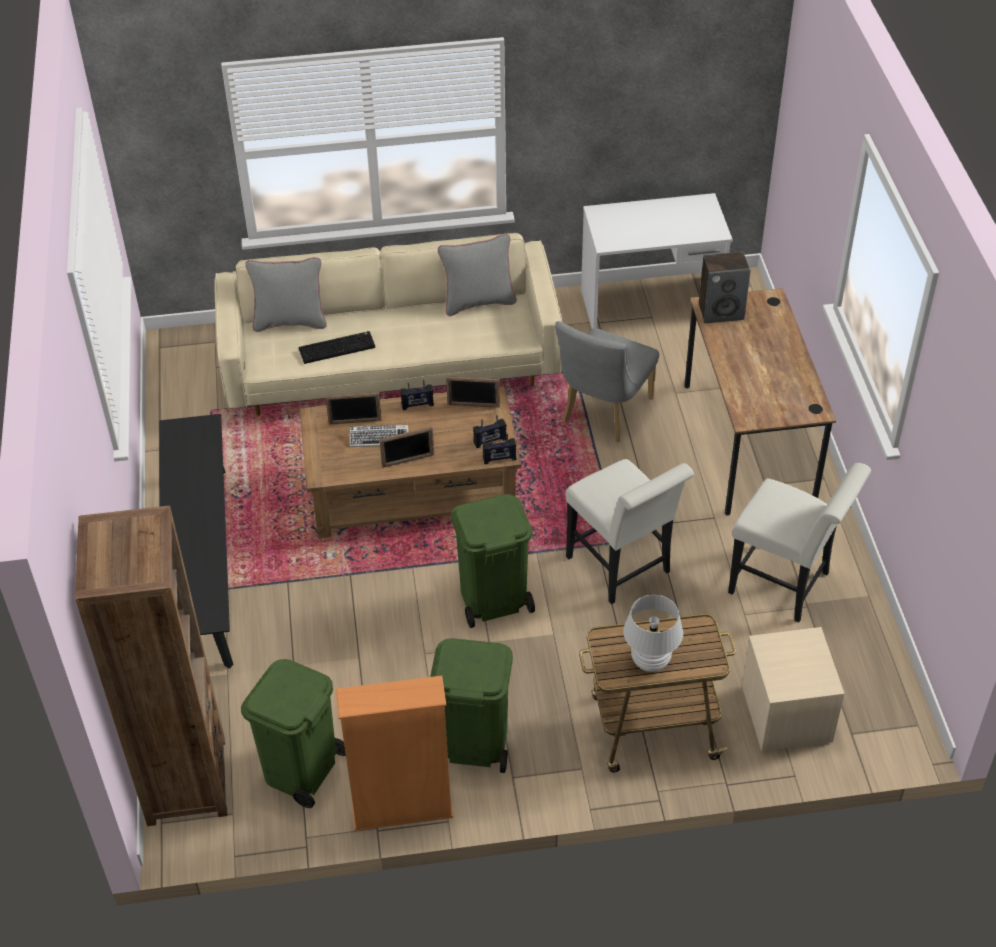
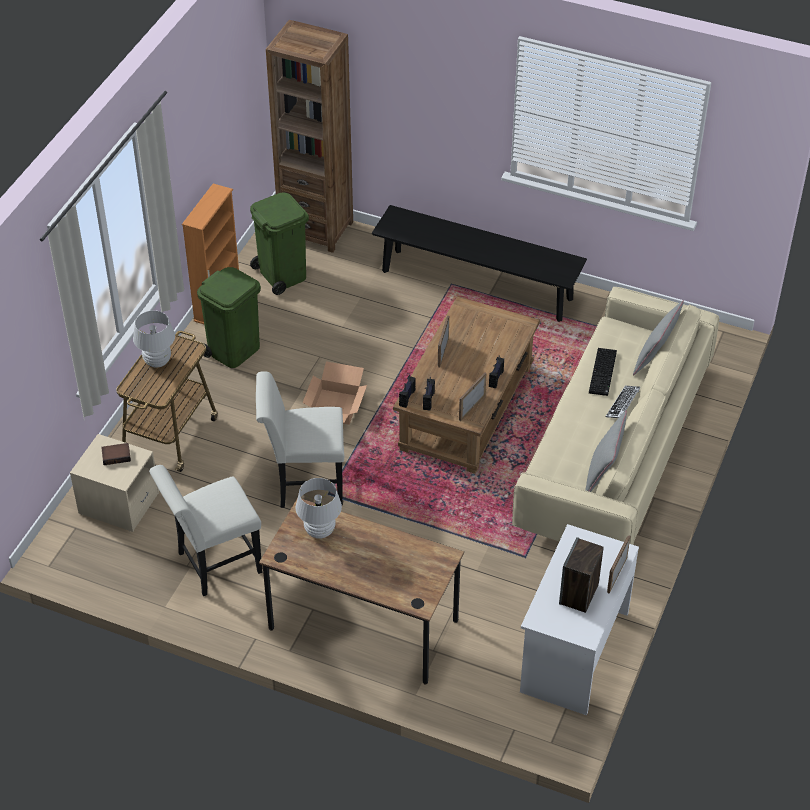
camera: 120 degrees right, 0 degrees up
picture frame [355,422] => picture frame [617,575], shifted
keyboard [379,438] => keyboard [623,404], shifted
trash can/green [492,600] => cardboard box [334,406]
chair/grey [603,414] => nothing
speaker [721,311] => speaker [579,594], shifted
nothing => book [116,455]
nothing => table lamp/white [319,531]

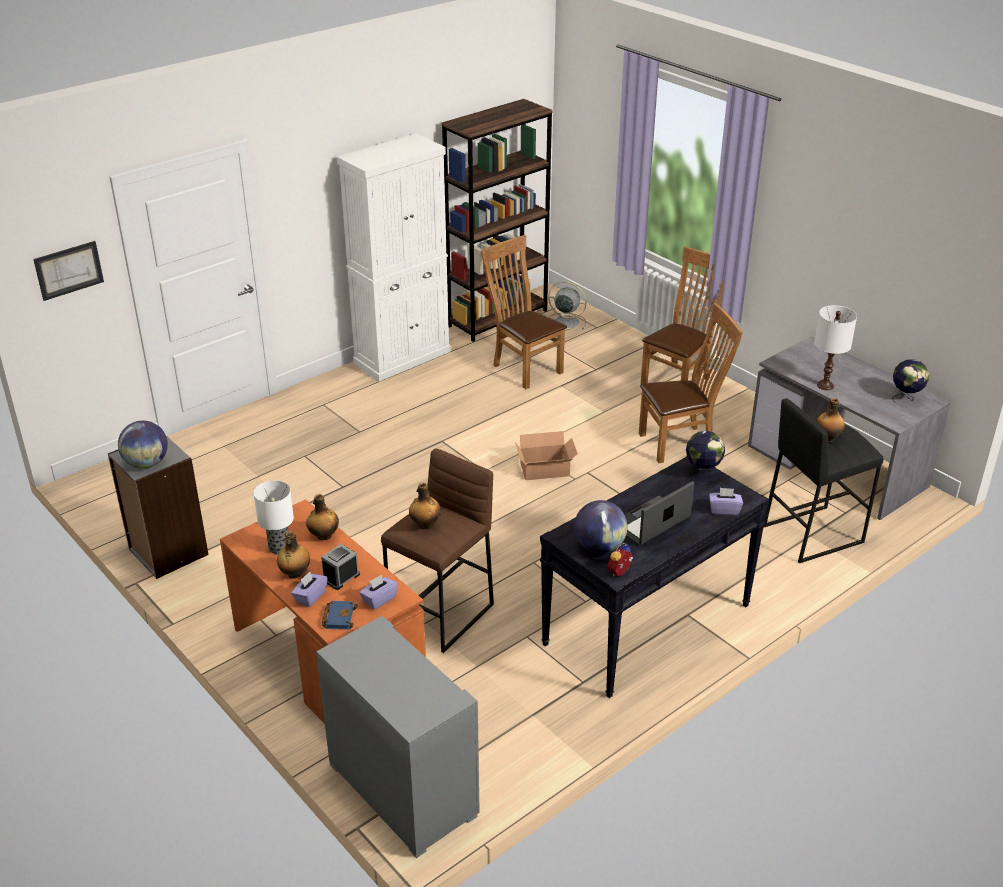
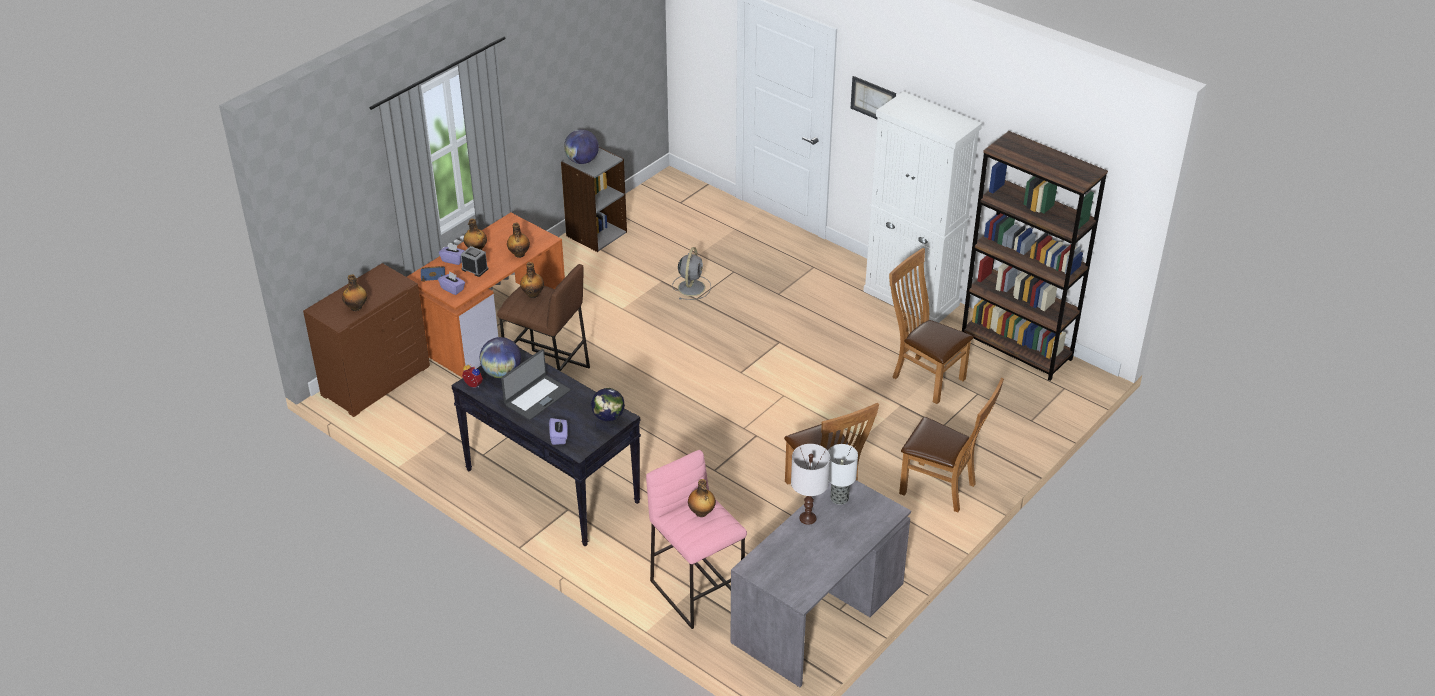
camera: 80 degrees right, 5 degrees up
picture [69,270] => picture [873,100], shifted
table lamp [280,548] => table lamp [839,498], shifted
dresser/grey [401,790] => dresser/brown [375,380]
chair/brown [524,368] => chair/brown [924,377], 90 degrees counterclockwise
cardboard box [546,470] => nothing
fan/grey [565,322] => fan/grey [691,287], shifted
laptop [650,522] => laptop [536,397], 90 degrees clockwise
stool/black [812,533] => stool/pink [697,591]
globe [905,398] => nothing
nothing => bottle [356,307]

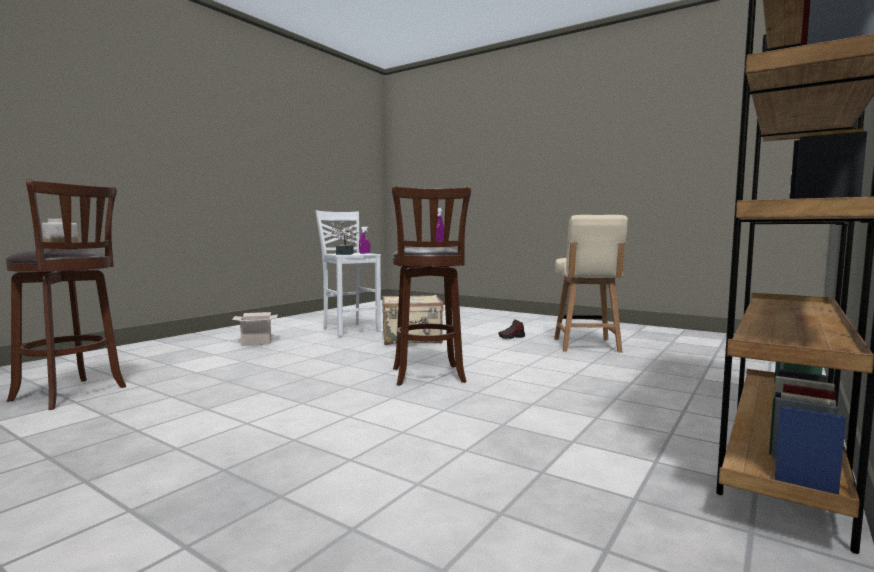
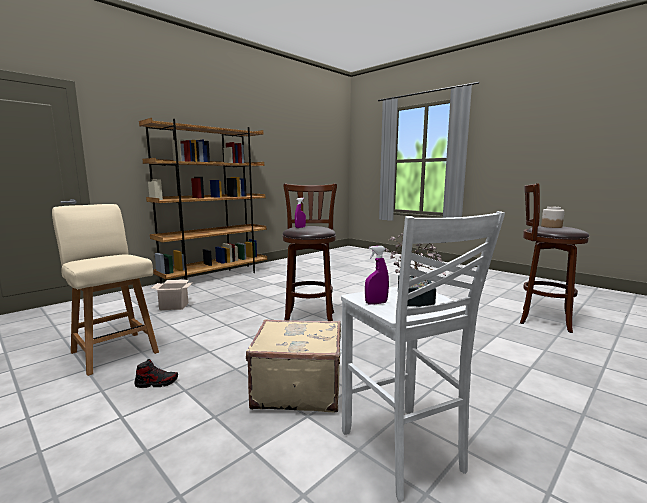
camera: 170 degrees left, 5 degrees up
cardboard box [255,342] => cardboard box [175,306], shifted
chair/beige [586,345] => chair/beige [114,351], 60 degrees counterclockwise

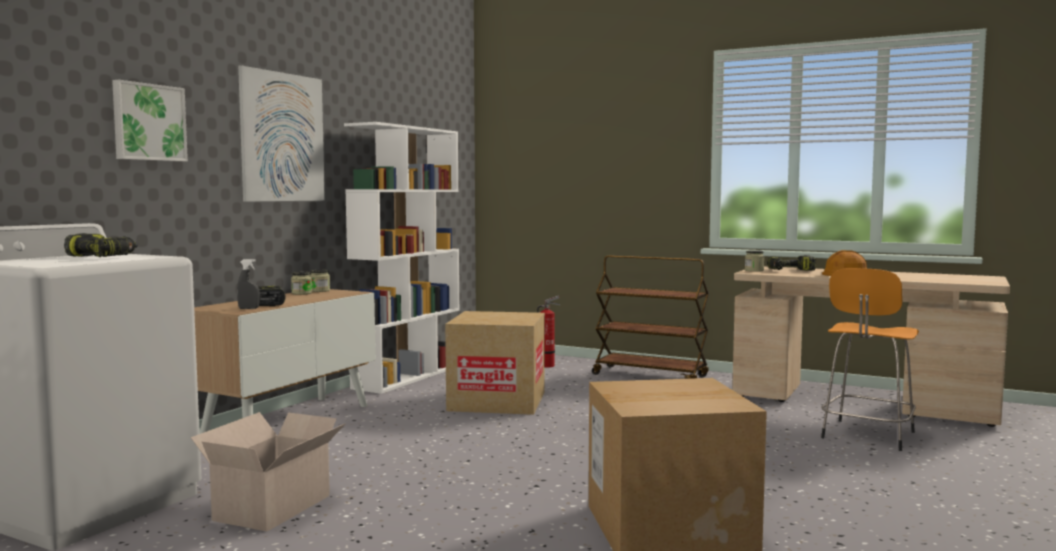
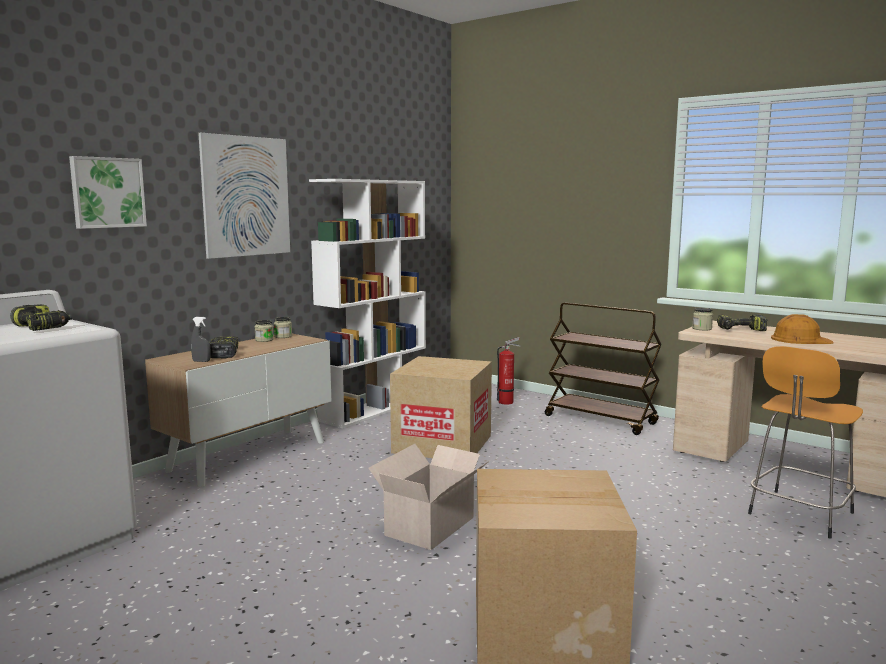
camera: 10 degrees right, 5 degrees up
cardboard box [276,506] => cardboard box [432,525], shifted

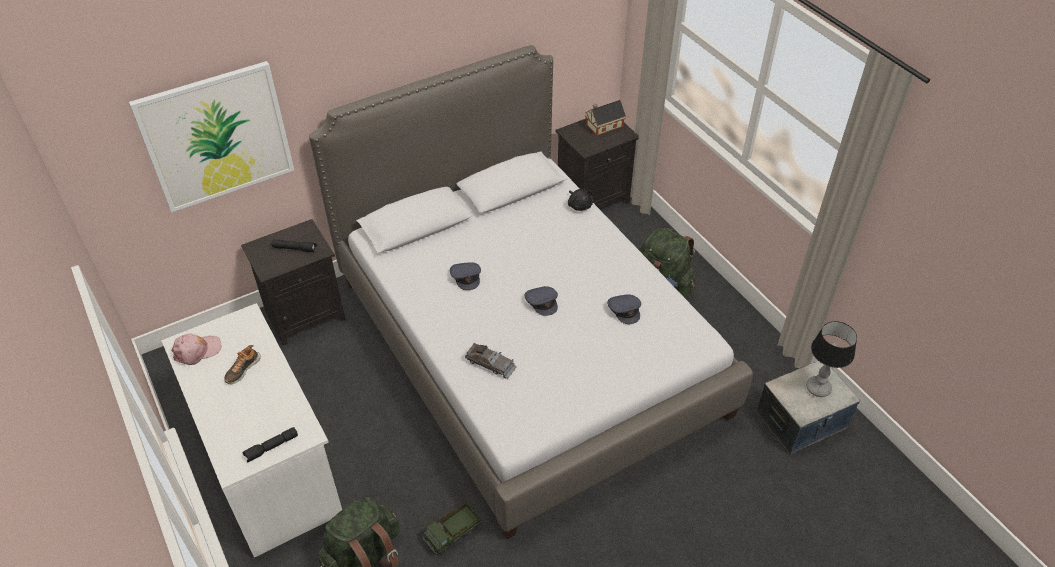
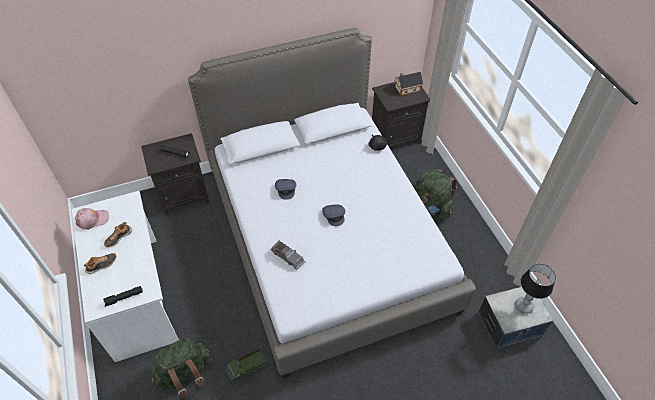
camera: 10 degrees right, 5 degrees up
picture [217,136] => nothing
cap/grey [624,310] => nothing
nothing => shoe [102,265]

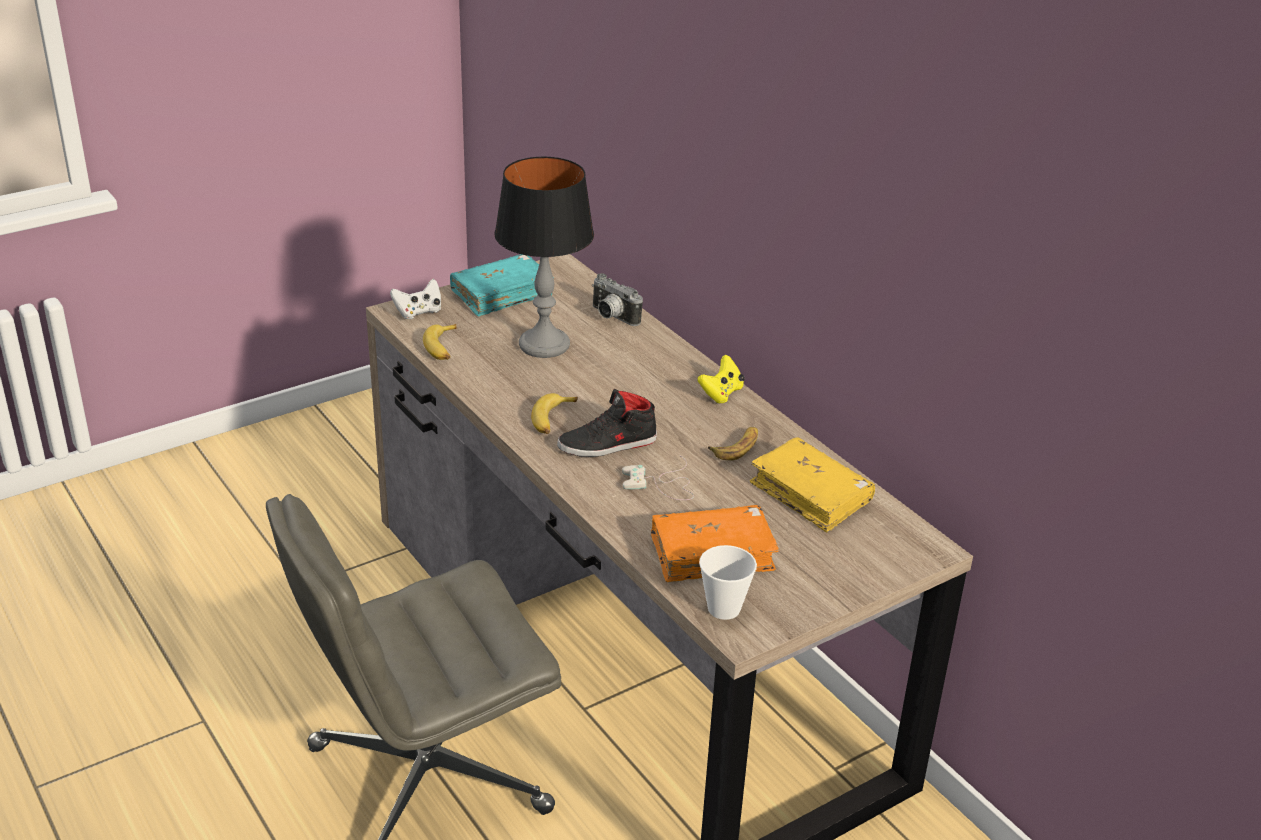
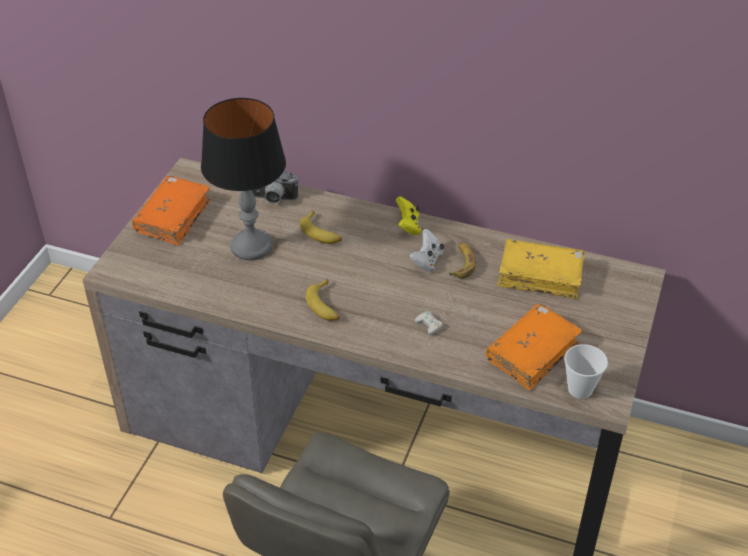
camera: 35 degrees left, 10 degrees up
game controller/white [418,312] => game controller/white [427,261], shifted
banana [443,348] => banana [321,233], shifted
book/turquoise [501,294] => book/orange [173,218]
shoe/black [607,444] => nothing

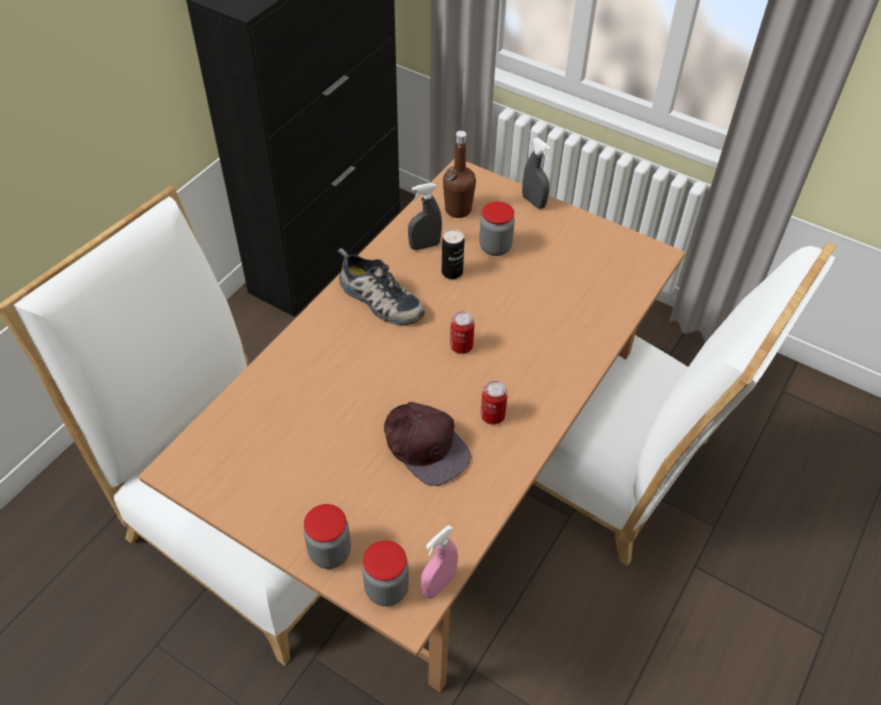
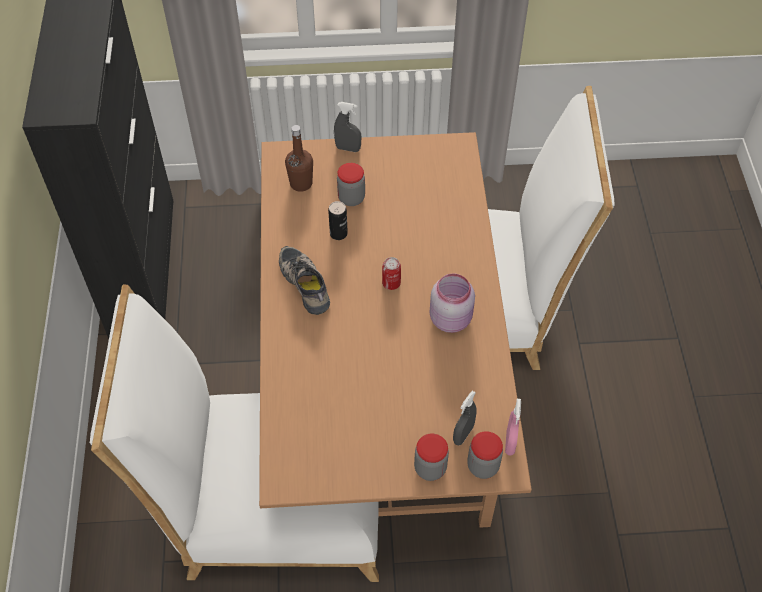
camera: 35 degrees left, 5 degrees up
shoe [378,300] => shoe [306,283], 120 degrees counterclockwise
cap/brown [425,445] => nothing
spray bottle/grey [424,245] => spray bottle/grey [463,434], shifted
can [492,416] => jar/pink [451,318]

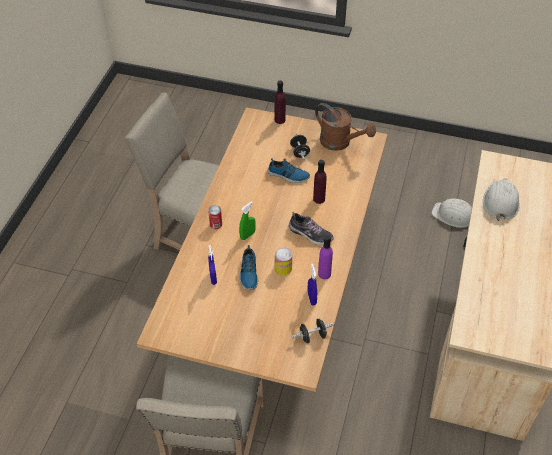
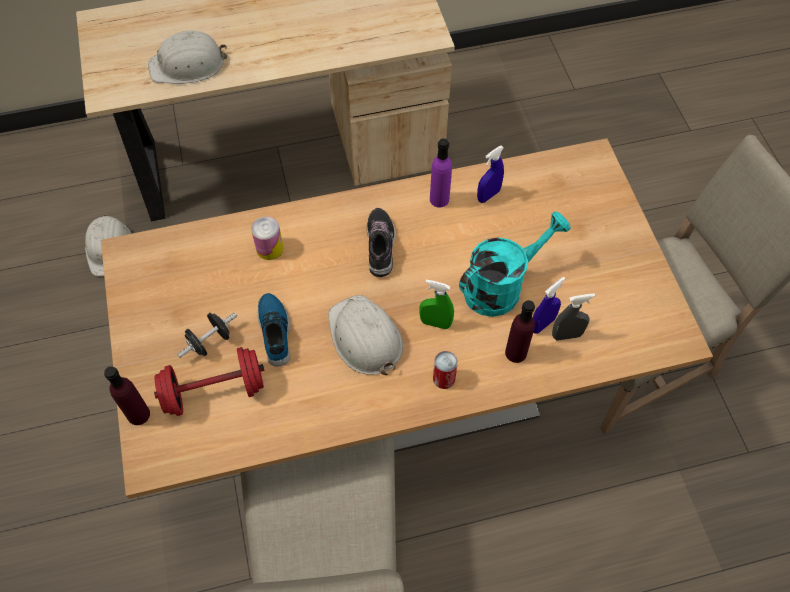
camera: 120 degrees left, 10 degrees up
shoe [248,273] => watering can/turquoise [501,286]
can [283,268] => can [269,248], shifted
dumbbell/black [312,336] => nothing
bottle/purple [319,199] => bottle/purple [515,353], shifted
watering can/brown [340,143] => nothing
nothing => dumbbell/red [214,391]
nothing => hard hat/white [364,337]
nothing => spray bottle/grey [567,335]

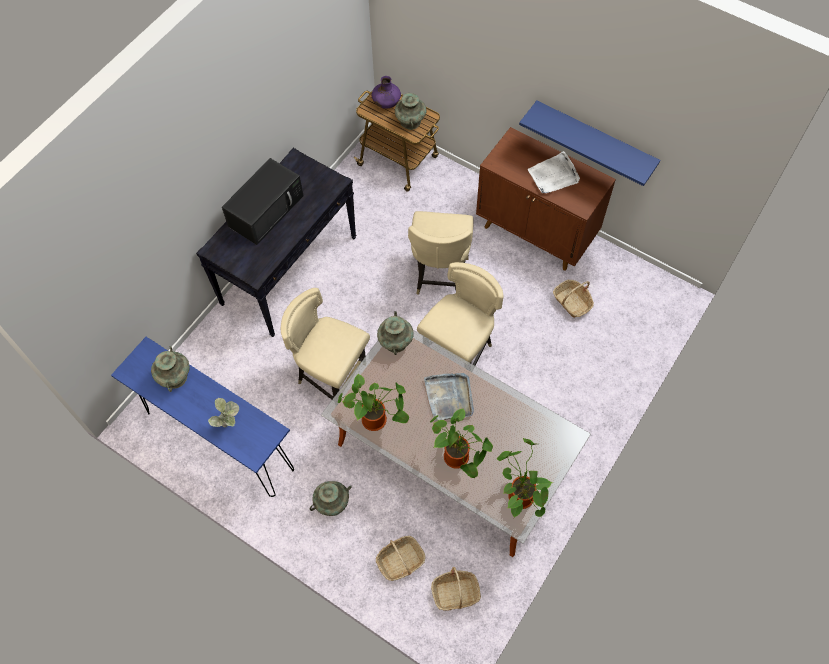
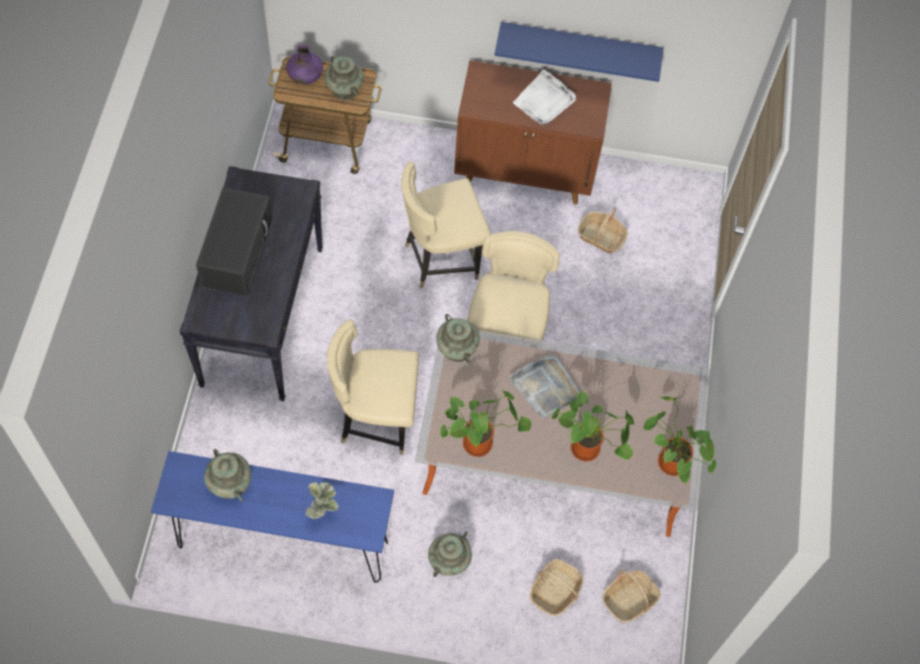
camera: 30 degrees left, 0 degrees up
chair/beige [439,275] => chair/beige [441,258], 90 degrees clockwise

